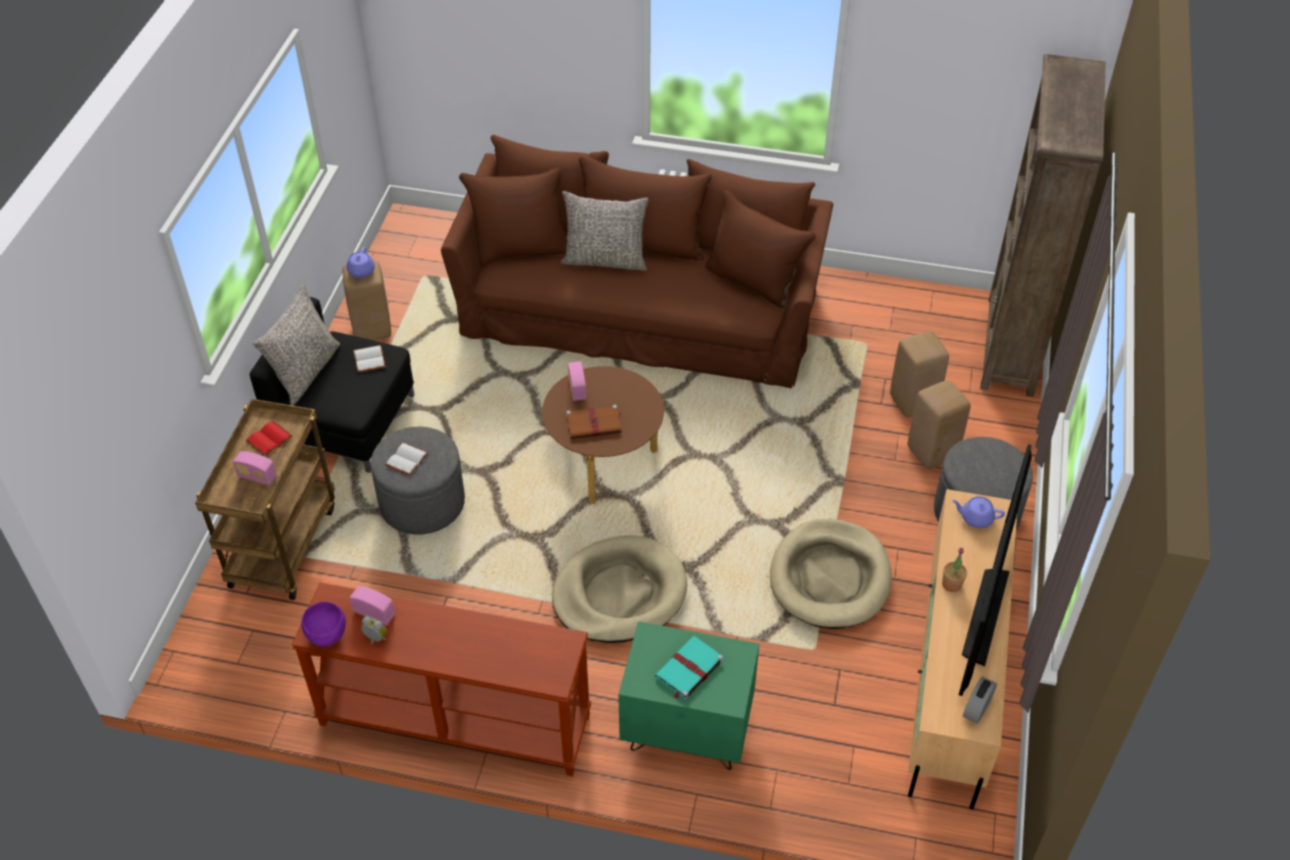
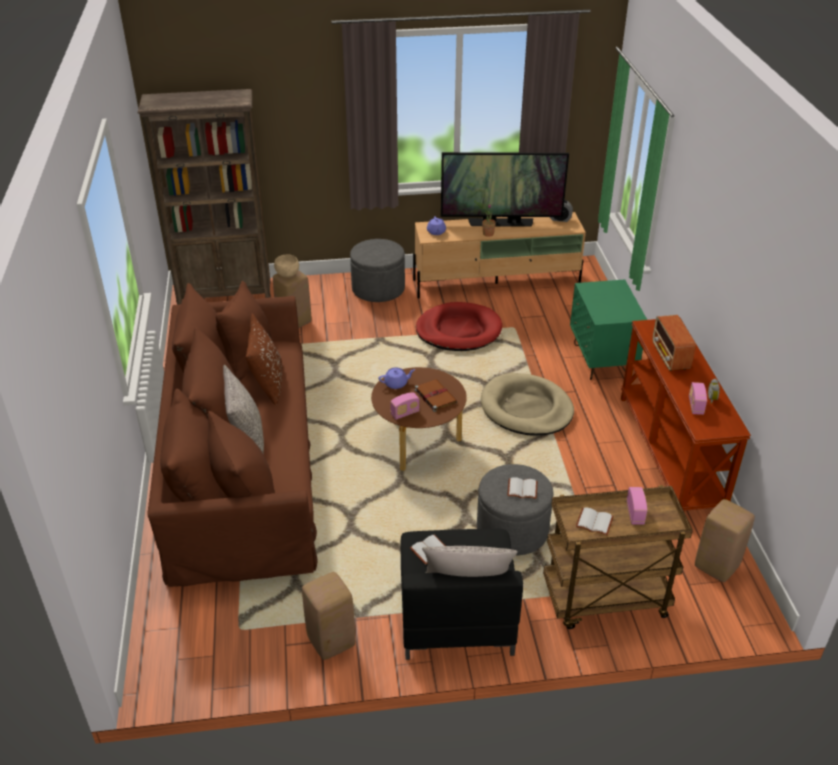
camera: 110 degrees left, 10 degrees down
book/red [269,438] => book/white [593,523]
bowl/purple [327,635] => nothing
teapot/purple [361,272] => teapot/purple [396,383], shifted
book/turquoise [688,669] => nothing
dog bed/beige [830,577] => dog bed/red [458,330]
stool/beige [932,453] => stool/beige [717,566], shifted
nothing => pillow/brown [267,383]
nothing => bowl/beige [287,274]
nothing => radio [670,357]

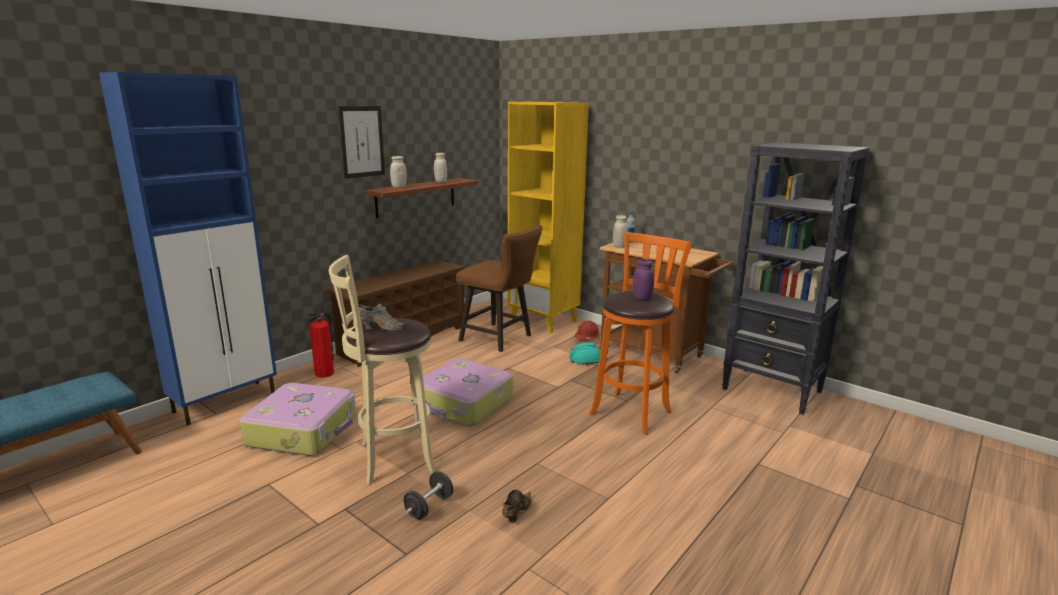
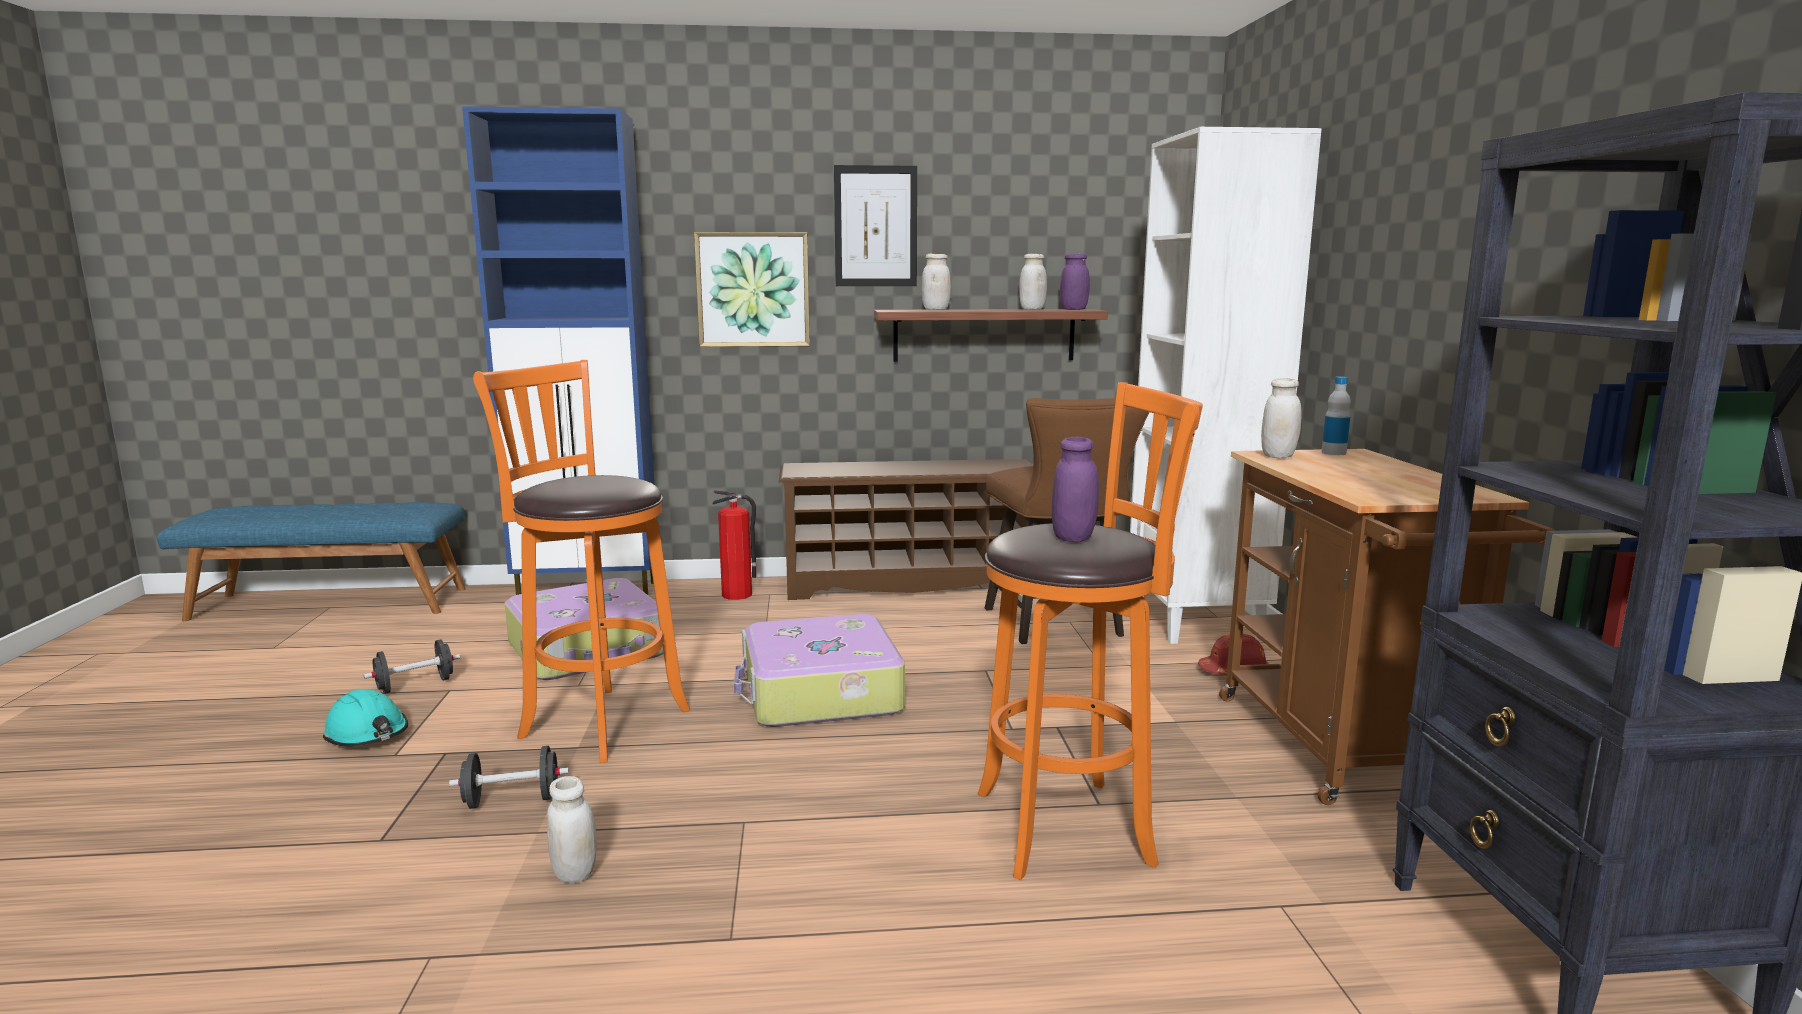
camera: 45 degrees right, 5 degrees down
stool/beige [391,458] => stool/orange [599,721]
shoe/grey [379,328] => nothing
shoe/brown [516,513] => jar/white [574,873]
bookcase/yellow [544,320] => bookcase/white [1197,621]
hard hat/turquoise [587,360] => hard hat/turquoise [367,735], shifted
nothing => dumbbell/black [415,685]
nothing => picture [753,289]
nothing => jar/purple [1073,309]

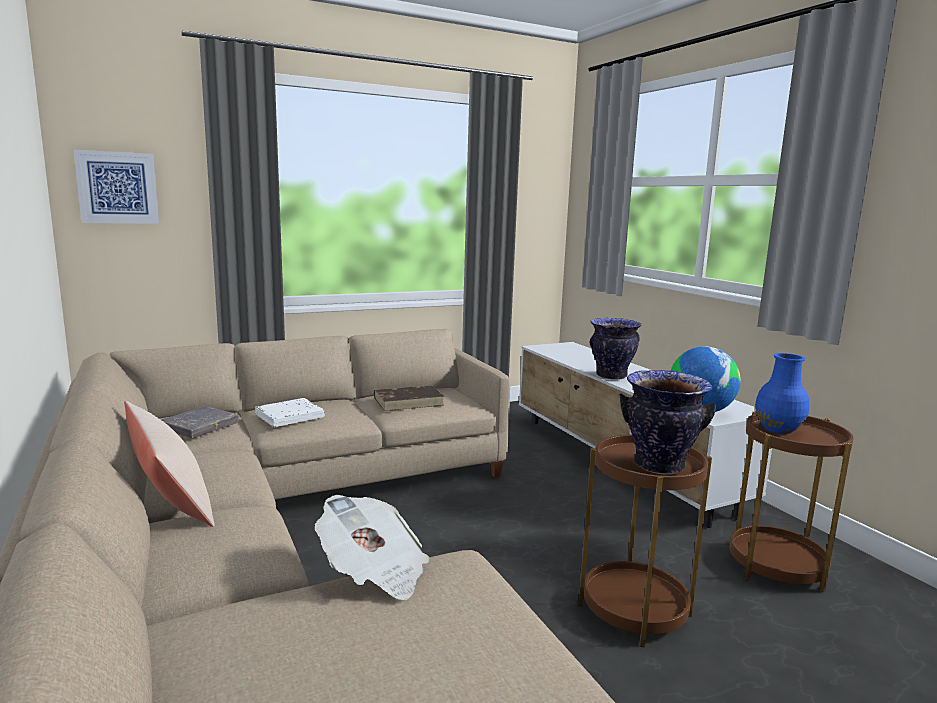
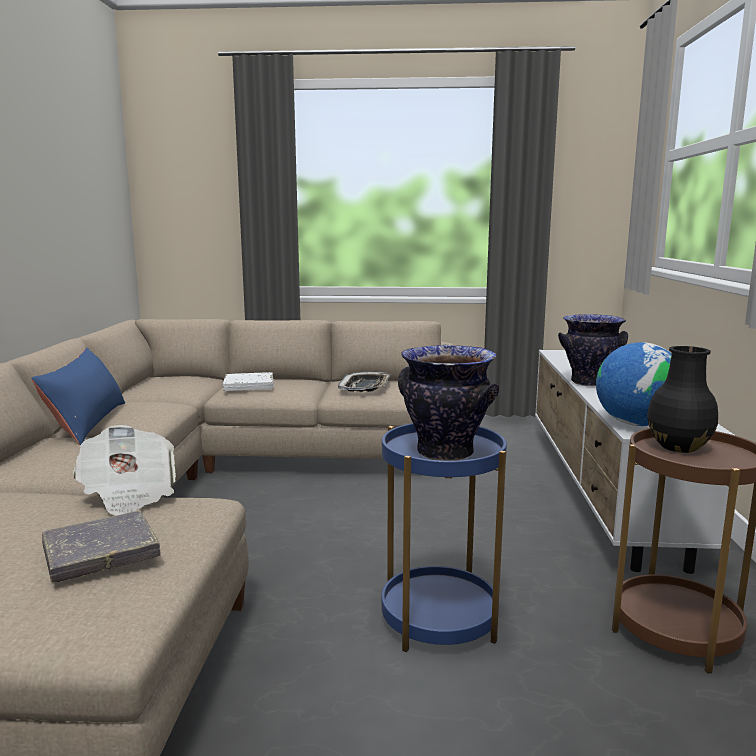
camera: 30 degrees right, 0 degrees up
picture [118,187] => nothing
pillow/beige [169,496] => pillow/blue [87,423]
book/grey [199,426] => book/grey [101,552], shifted
book/brown [409,401] => tray [365,387]
side table/brown [634,609] => side table/blue [439,619]
vase/blue [778,429] => vase/black [678,447]

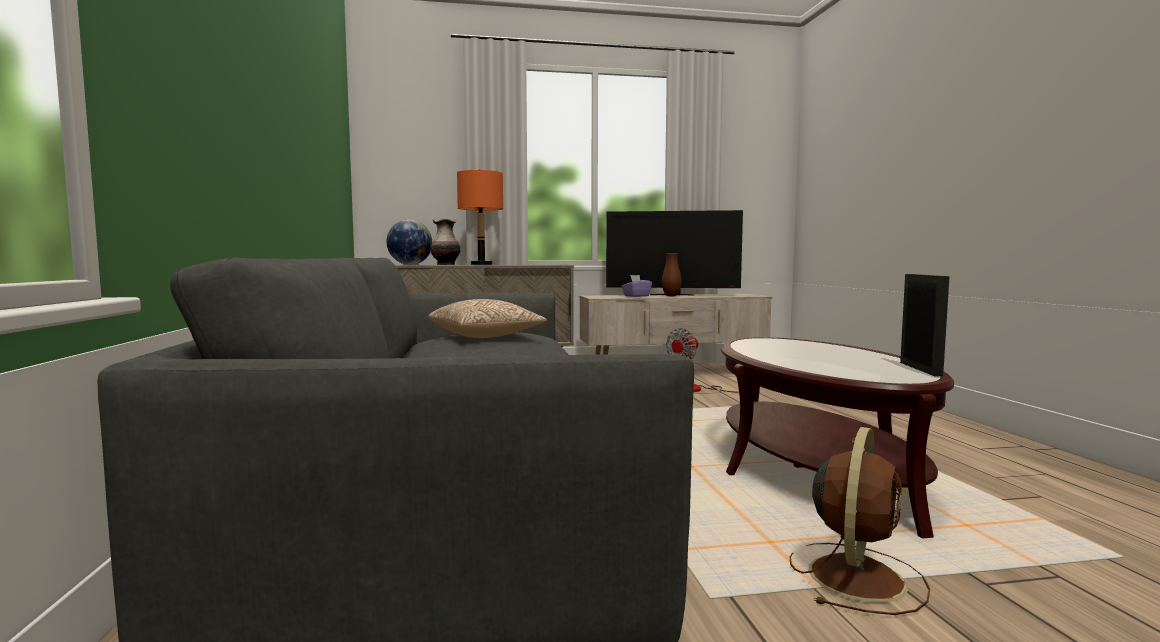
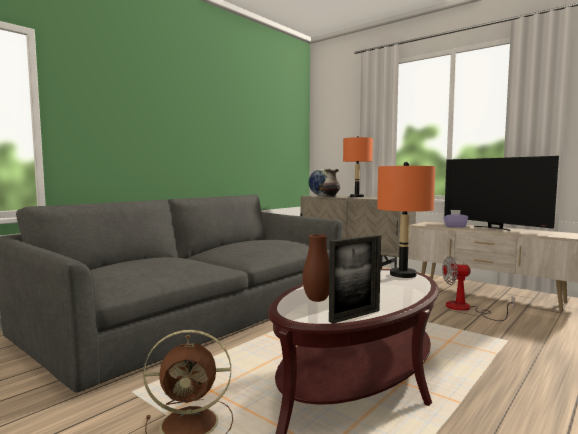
camera: 50 degrees right, 0 degrees up
pillow [486,336] => nothing
vase/brown [671,296] => vase/brown [317,300], shifted
nothing => table lamp/orange [403,274]

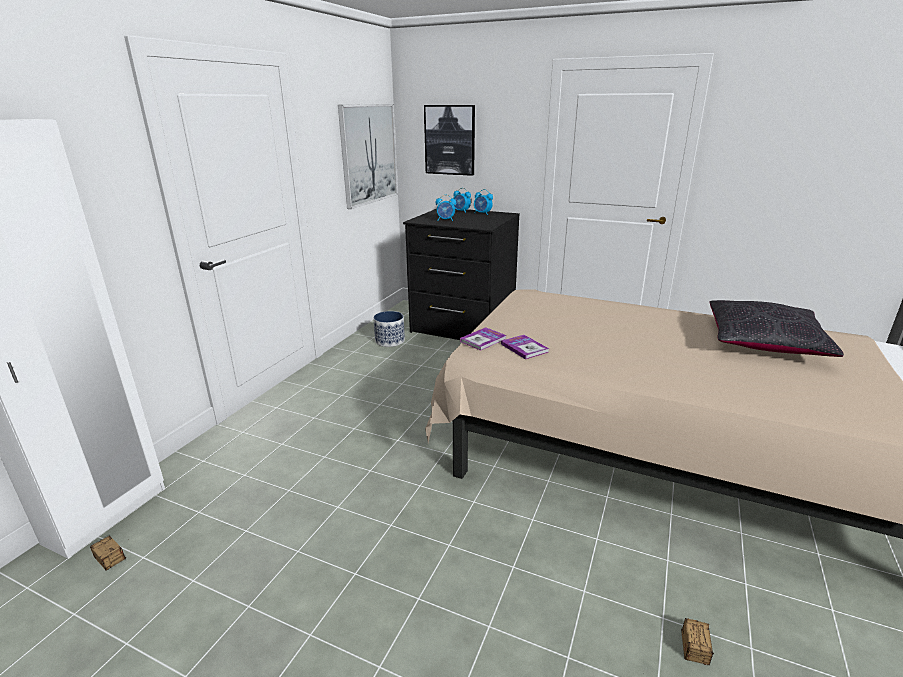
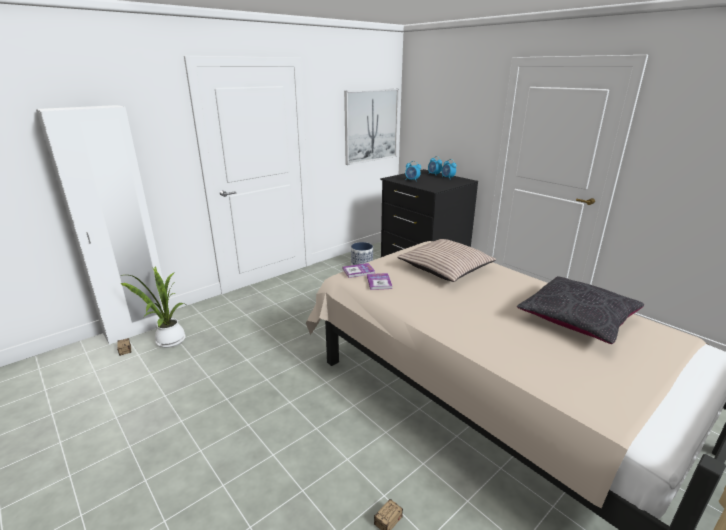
camera: 25 degrees right, 0 degrees up
picture [450,140] => nothing
nothing => potted plant [168,341]
nothing => pillow [445,268]

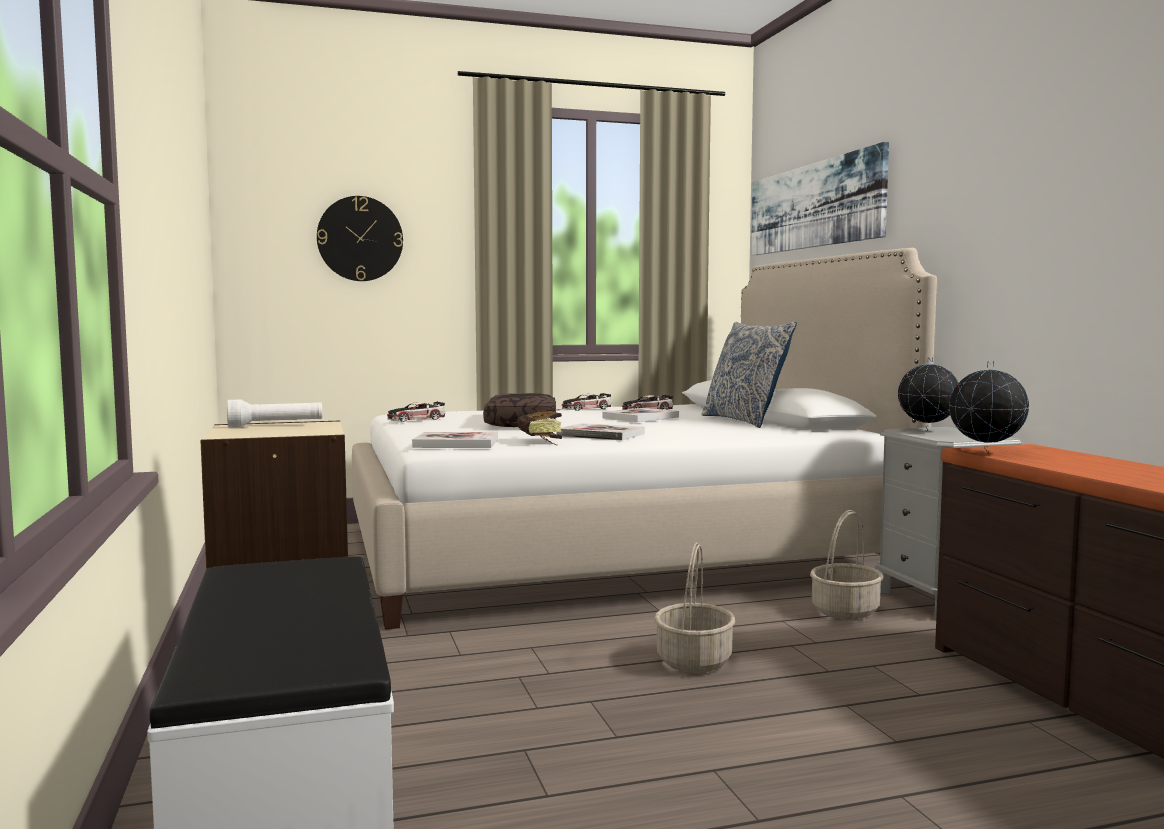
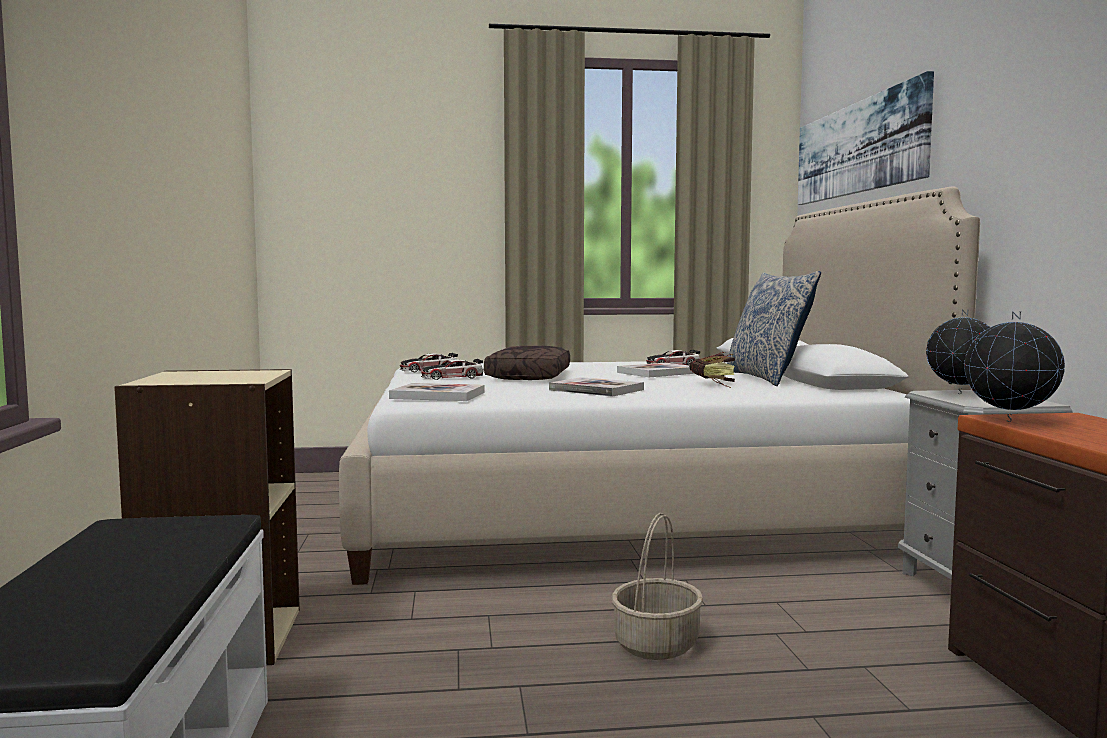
camera: 10 degrees right, 0 degrees up
flashlight/white [276,425] => nothing
wall clock [360,239] => nothing
book [541,442] => book [713,384], shifted
toy car [586,409] => toy car [452,377], shifted
basket [845,610] => nothing

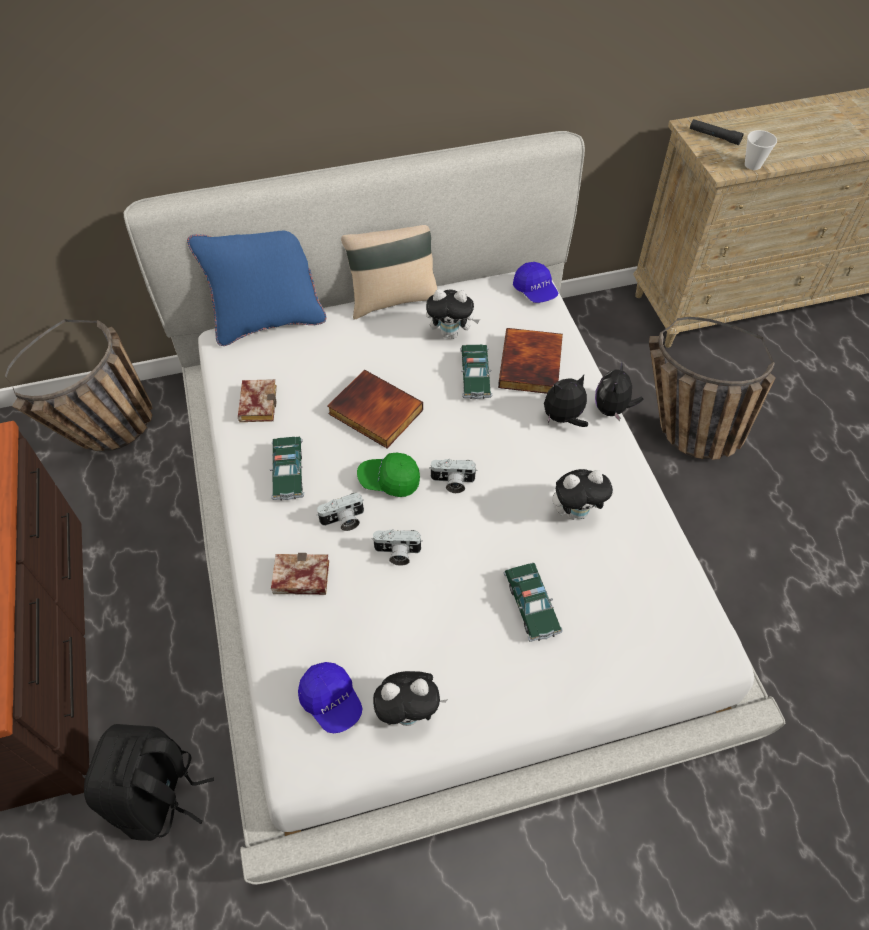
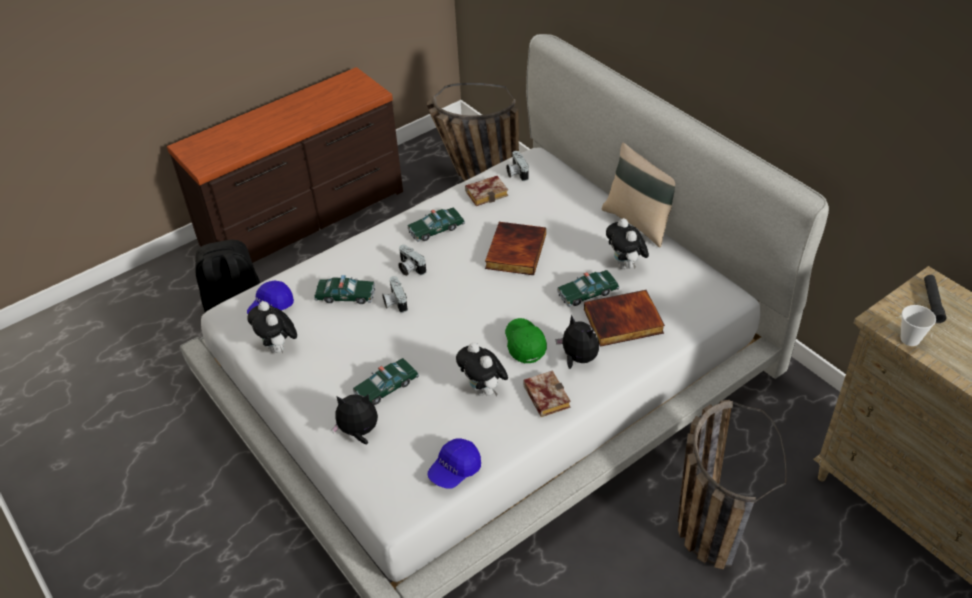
camera: 70 degrees right, 10 degrees down
pillow/blue [269,322] => nothing
book [299,579] => book [544,396], shifted
cap/green [389,480] => cap/green [524,345], shifted
photo camera [452,482] => photo camera [516,173], shifted
cap/blue [535,291] => cap/blue [455,470], shifted
plush toy [612,409] => plush toy [359,432], shifted
nothing => toy car [345,296]

